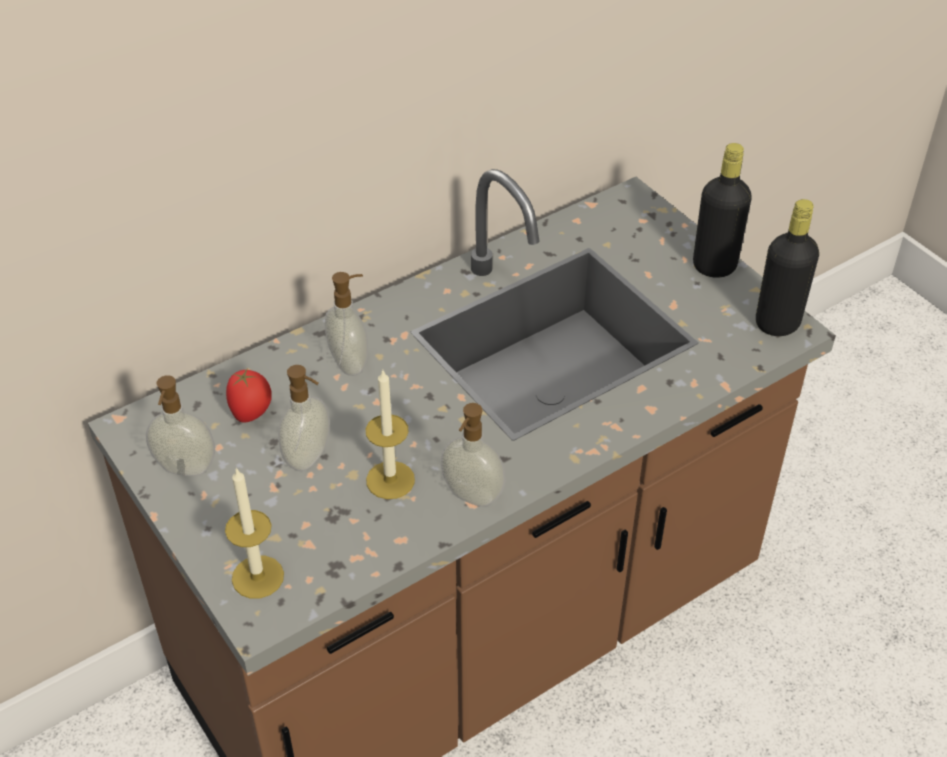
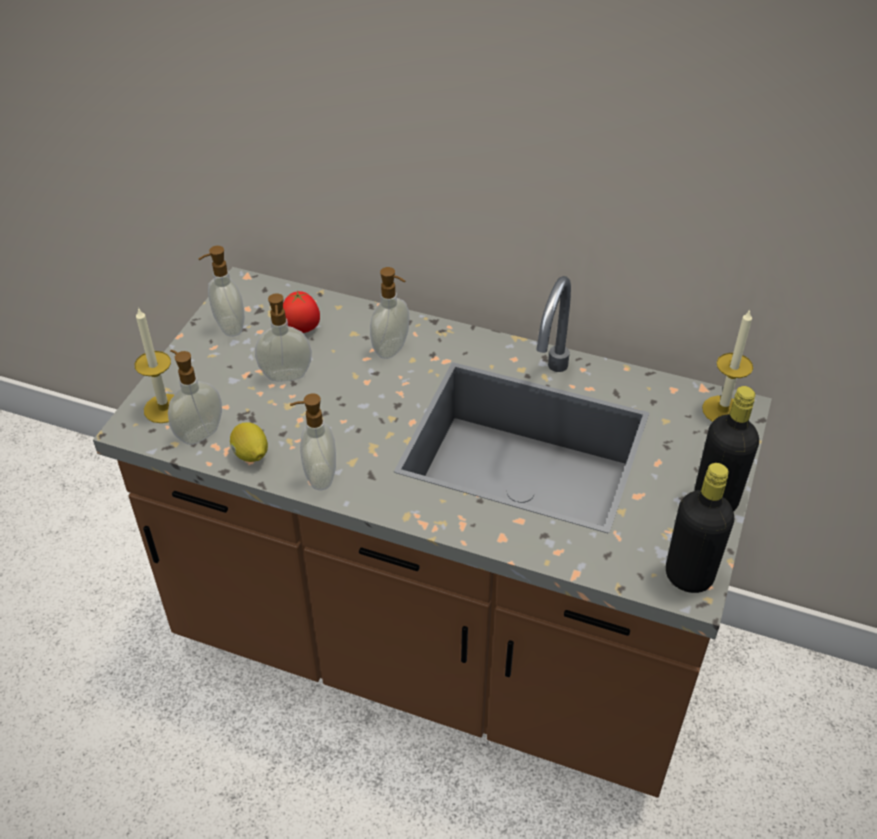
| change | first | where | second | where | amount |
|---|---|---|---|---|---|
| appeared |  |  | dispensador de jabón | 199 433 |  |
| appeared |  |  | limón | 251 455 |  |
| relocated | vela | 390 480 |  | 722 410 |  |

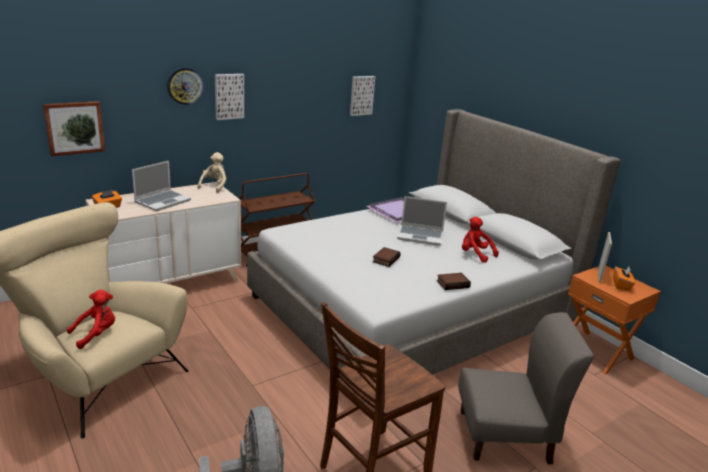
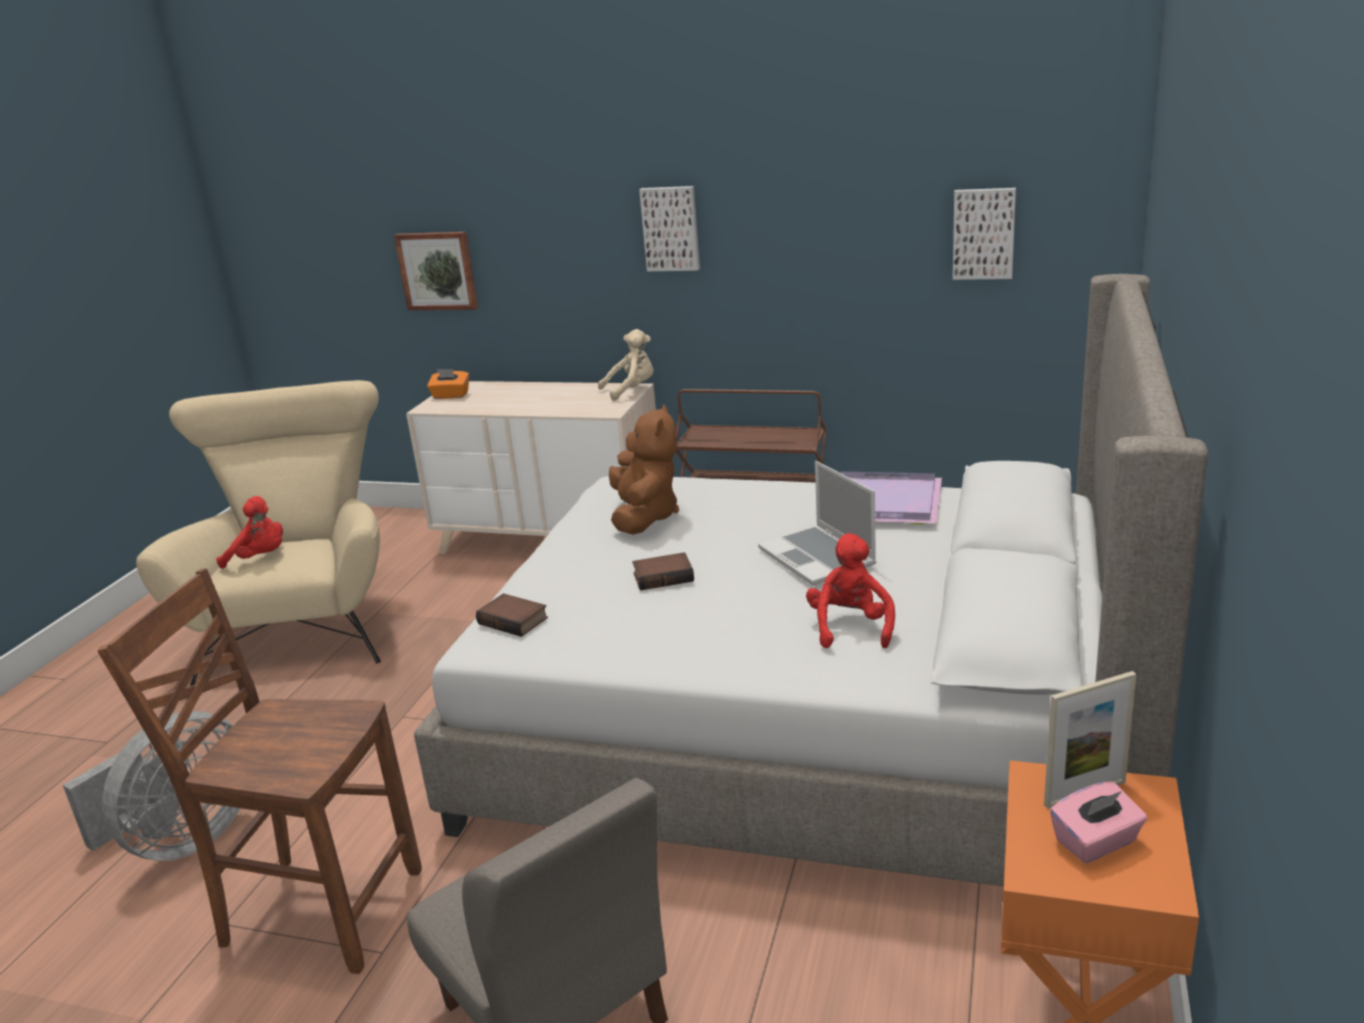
| change | first | where | second | where | amount |
|---|---|---|---|---|---|
| missing | portátil | 163 201 |  |  |  |
| missing | reloj de pared | 185 86 |  |  |  |
| appeared |  |  | peluche/marrón | 644 517 |  |
| relocated | libro | 452 283 |  | 515 620 |  |
| colour | caja de pañuelos/naranja | 621 285 | caja de pañuelos/rosa | 1096 842 |  |

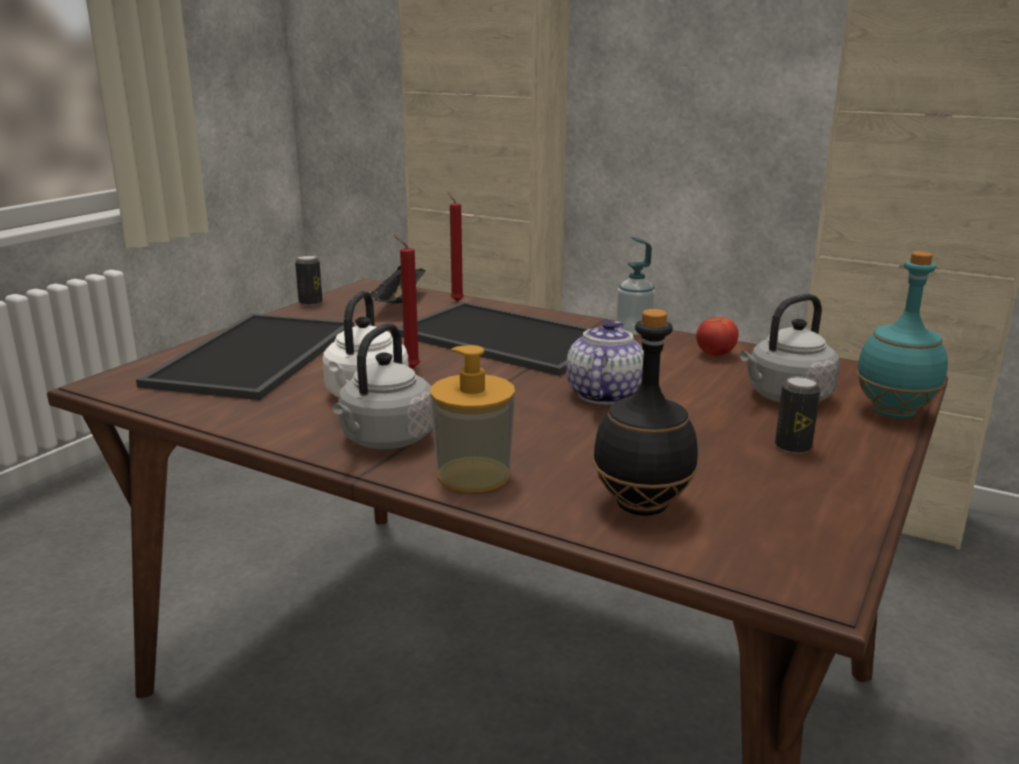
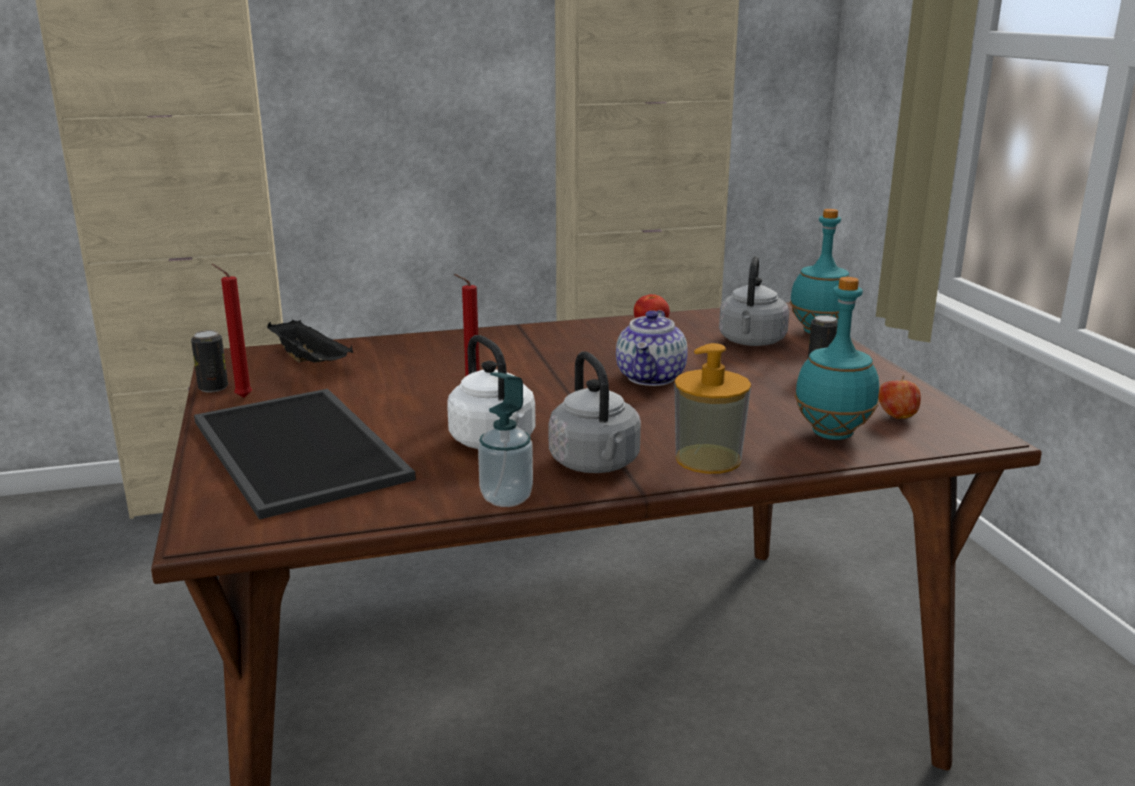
| change | first | where | second | where | amount |
|---|---|---|---|---|---|
| missing | bandeja | 502 338 |  |  |  |
| appeared |  |  | manzana | 897 417 |  |
| relocated | vela/rojo | 455 301 |  | 241 397 |  |
| relocated | dispensador de jabón | 633 330 |  | 506 498 |  |
| colour | botella/negro | 640 506 | botella/turquesa | 832 434 |  |
| spun | tetera | 603 394 |  | 651 378 | 135 degrees counterclockwise |

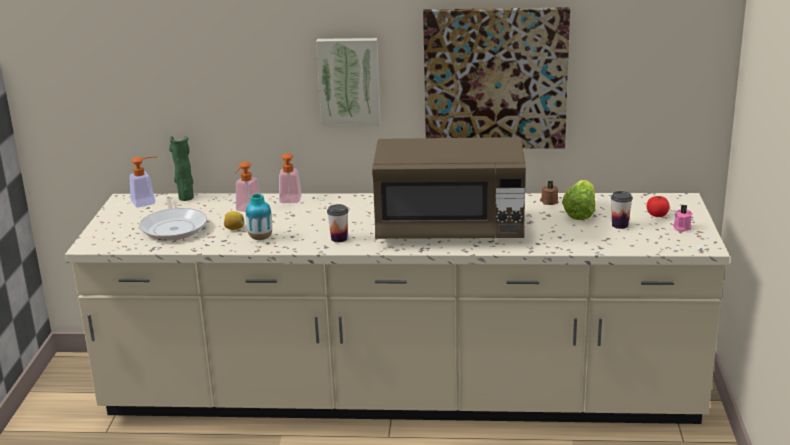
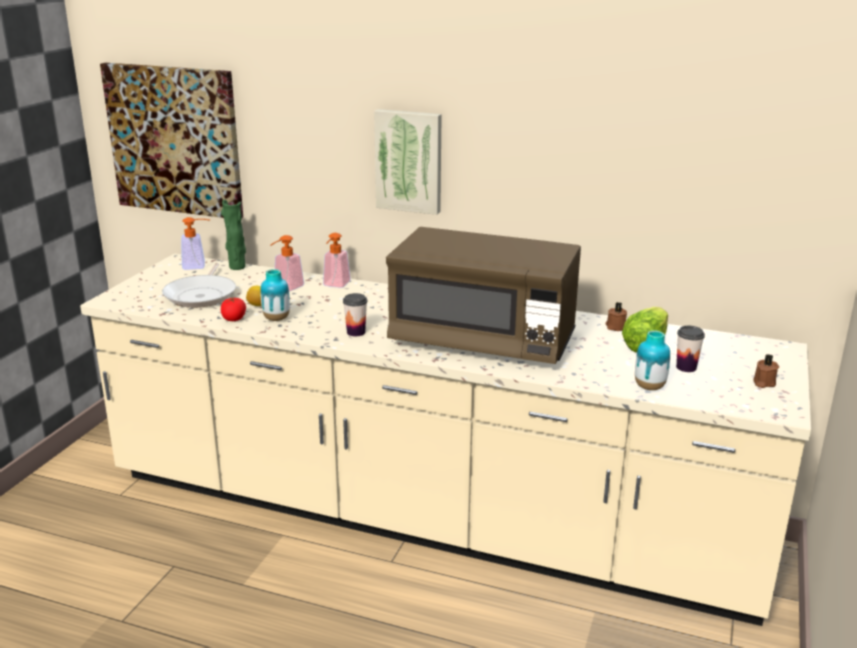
| change | first | where | second | where | amount |
|---|---|---|---|---|---|
| appeared |  |  | florero | 649 387 |  |
| relocated | cuadro | 495 78 |  | 175 140 |  |
| relocated | tomate | 657 215 |  | 234 319 |  |
| colour | vela/rosa | 681 228 | vela/marrón | 763 383 |  |

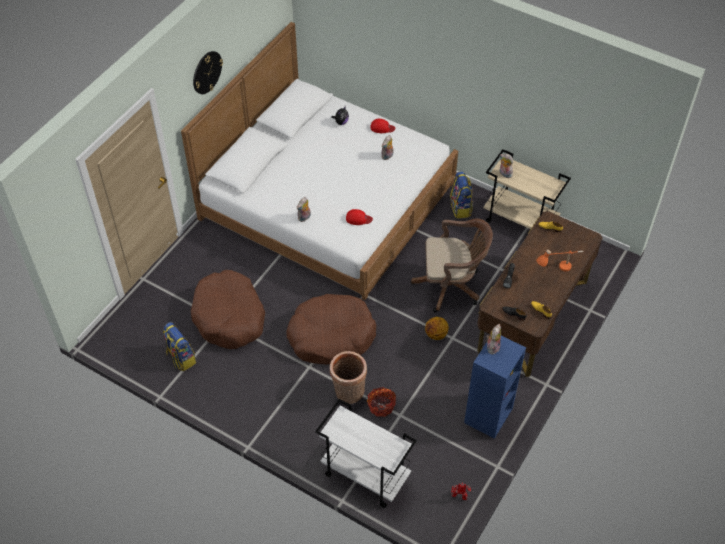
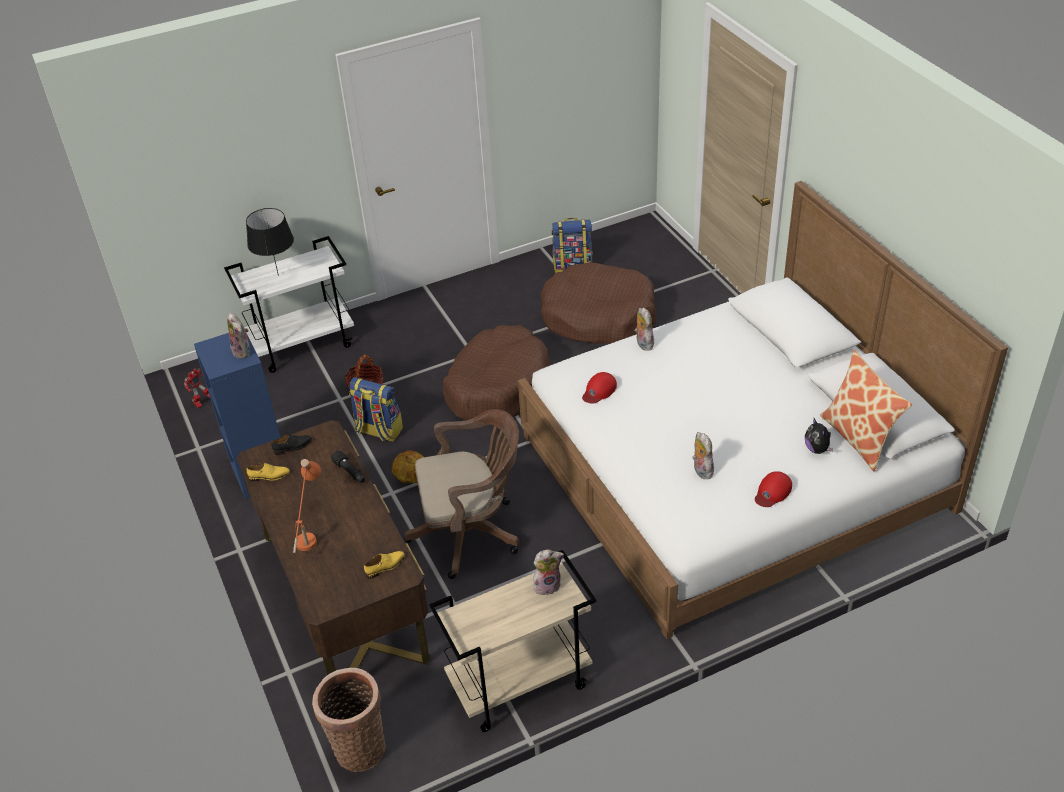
| change | first | where | second | where | amount |
|---|---|---|---|---|---|
| missing | reloj de pared | 207 72 |  |  |  |
| appeared |  |  | lámpara de mesa/negro | 278 275 |  |
| appeared |  |  | cojín | 858 438 |  |
| relocated | cesta | 348 393 |  | 358 746 |  |
| relocated | mochila | 461 208 |  | 378 431 |  |
| spun | silla de oficina/marrón | 451 286 |  | 471 532 | 135 degrees counterclockwise |

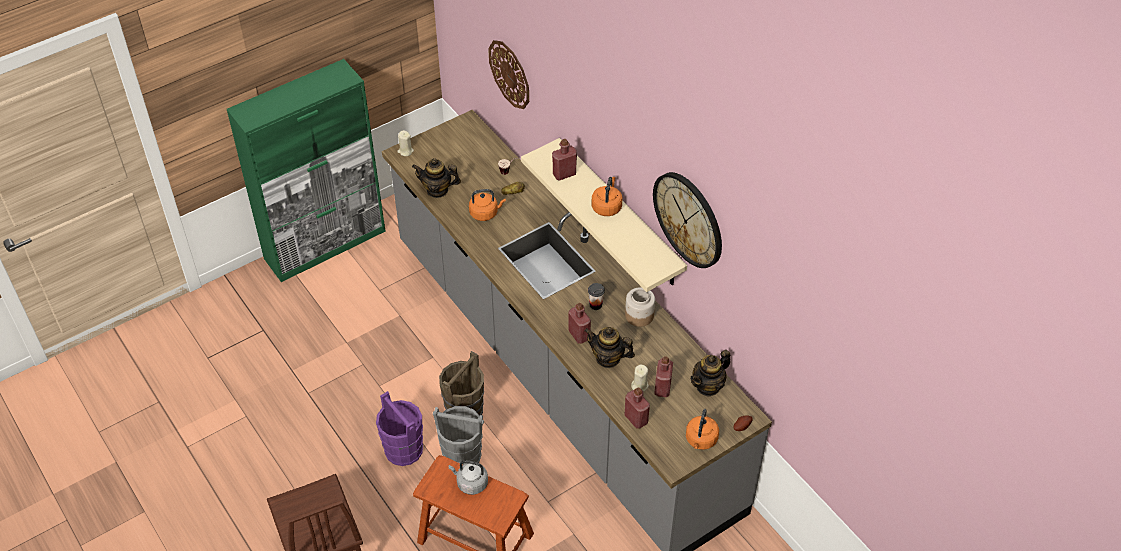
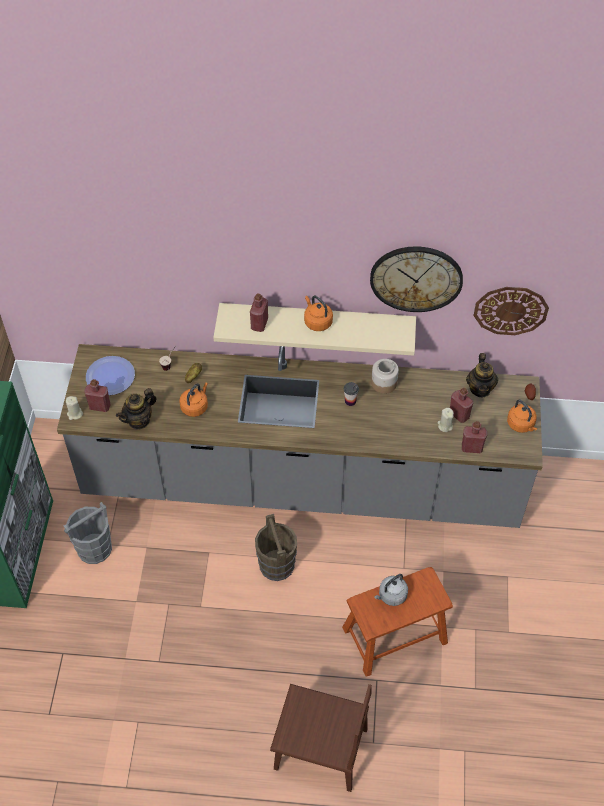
| change | first | where | second | where | amount |
|---|---|---|---|---|---|
| missing | cubo/morado | 403 449 |  |  |  |
| missing | tetera | 608 358 |  |  |  |
| appeared |  |  | plato | 110 376 |  |
| relocated | cubo/gris | 462 455 |  | 95 548 |  |
| relocated | reloj de pared | 510 74 |  | 510 310 |  |
| relocated | botella/rojo | 579 335 |  | 100 406 |  |

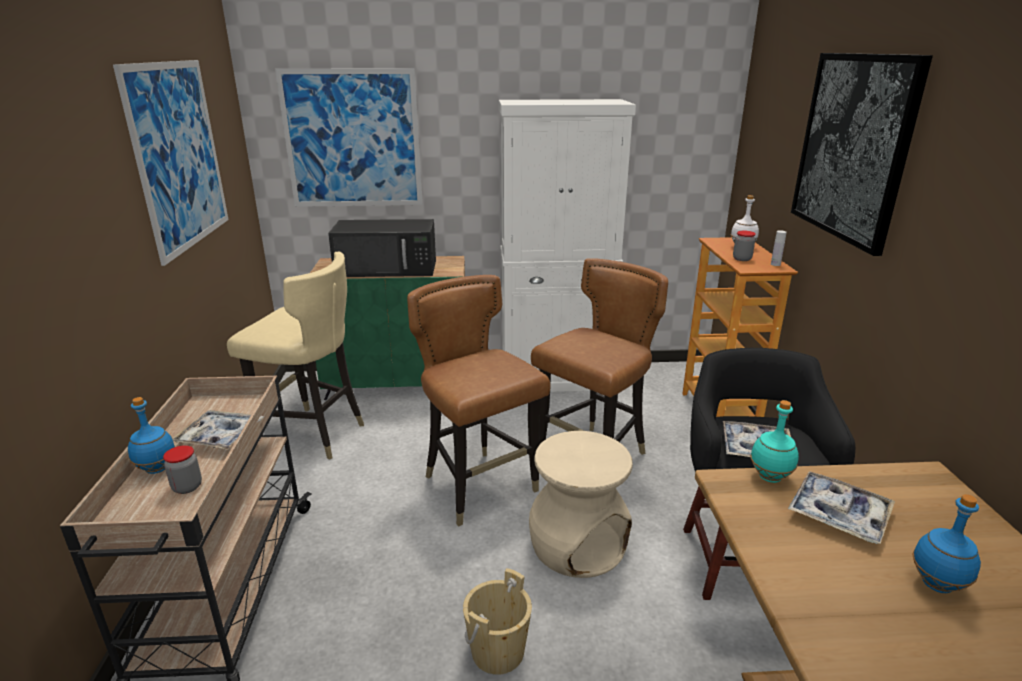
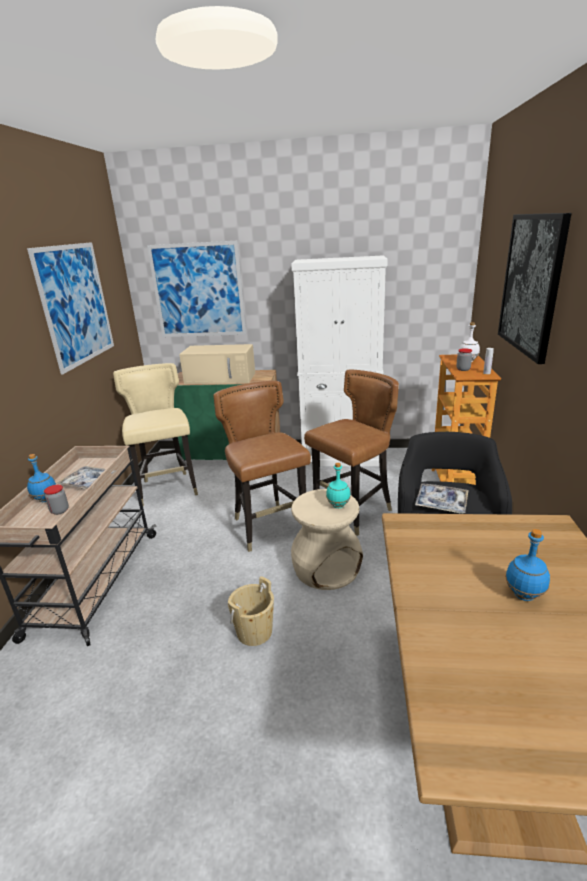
| change | first | where | second | where | amount |
|---|---|---|---|---|---|
| missing | bandeja | 838 514 |  |  |  |
| relocated | botella/turquesa | 770 477 |  | 338 505 |  |
| colour | microondas/negro | 388 268 | microondas/beis | 221 378 |  |
| spun | silla/beis | 312 435 |  | 168 489 | 135 degrees counterclockwise |

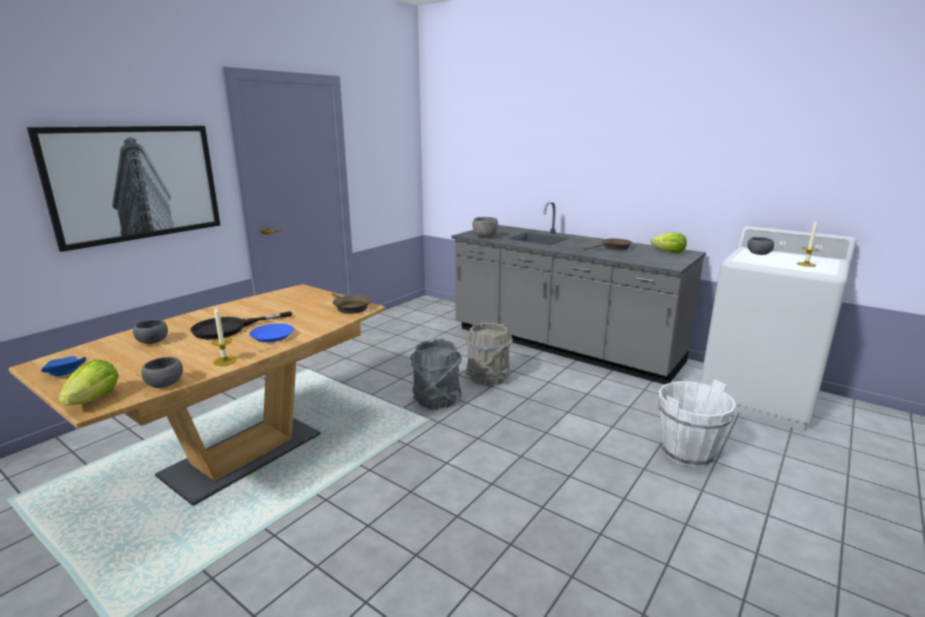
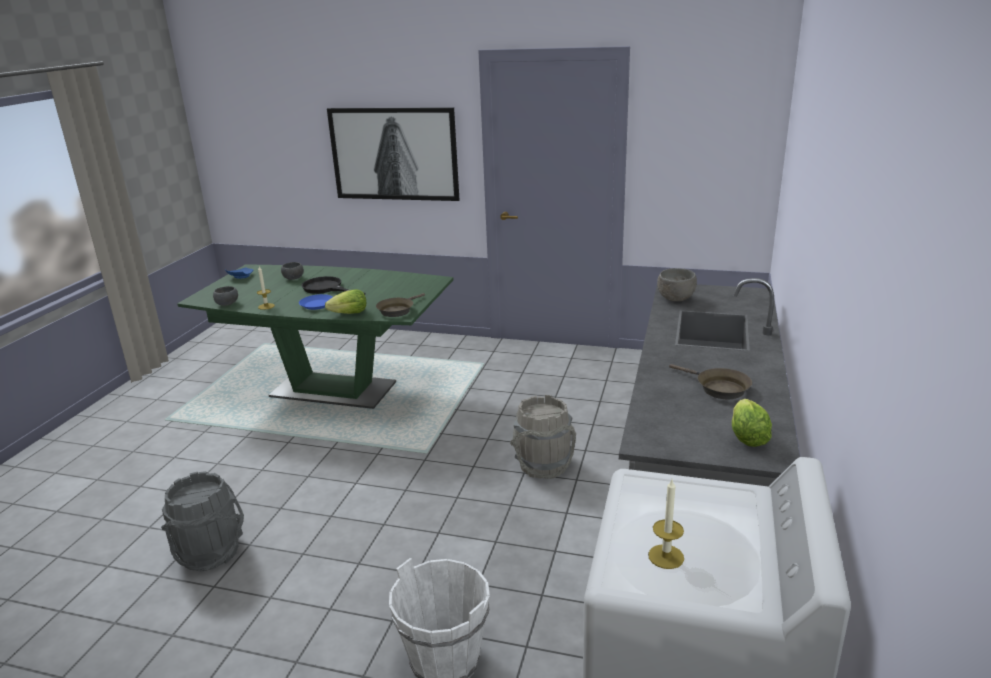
| change | first | where | second | where | amount |
|---|---|---|---|---|---|
| missing | cuenco/gris | 758 254 |  |  |  |
| relocated | lechuga | 94 399 |  | 349 314 |  |
| relocated | cubo/gris | 436 399 |  | 210 552 |  |
| colour | mesa de comedor/marrón | 243 455 | mesa de comedor/verde | 333 390 |  |

